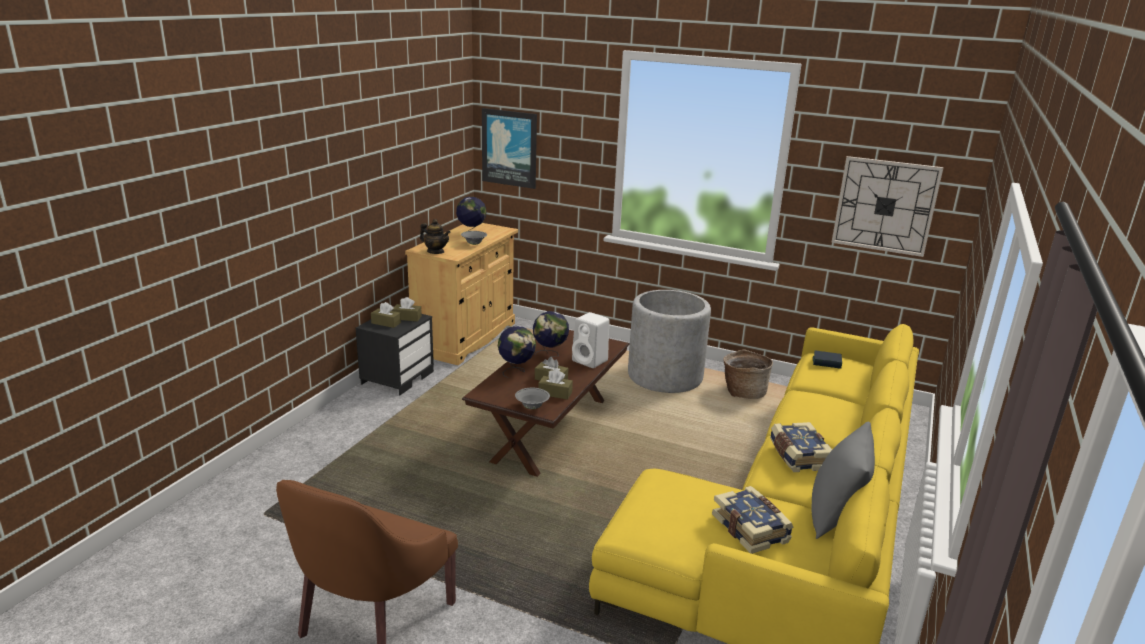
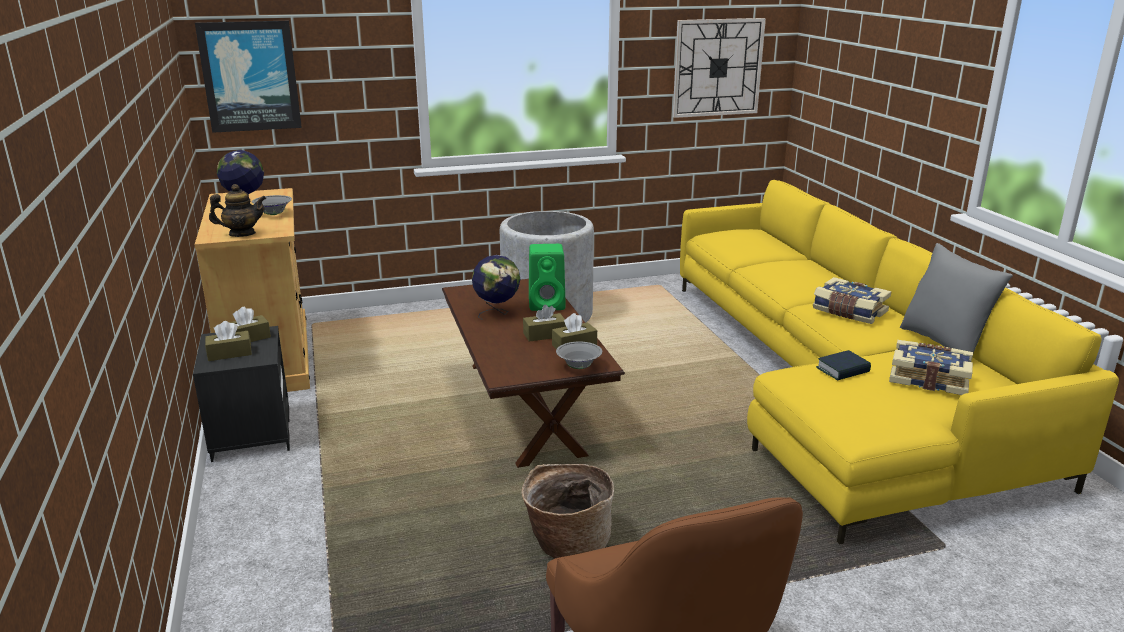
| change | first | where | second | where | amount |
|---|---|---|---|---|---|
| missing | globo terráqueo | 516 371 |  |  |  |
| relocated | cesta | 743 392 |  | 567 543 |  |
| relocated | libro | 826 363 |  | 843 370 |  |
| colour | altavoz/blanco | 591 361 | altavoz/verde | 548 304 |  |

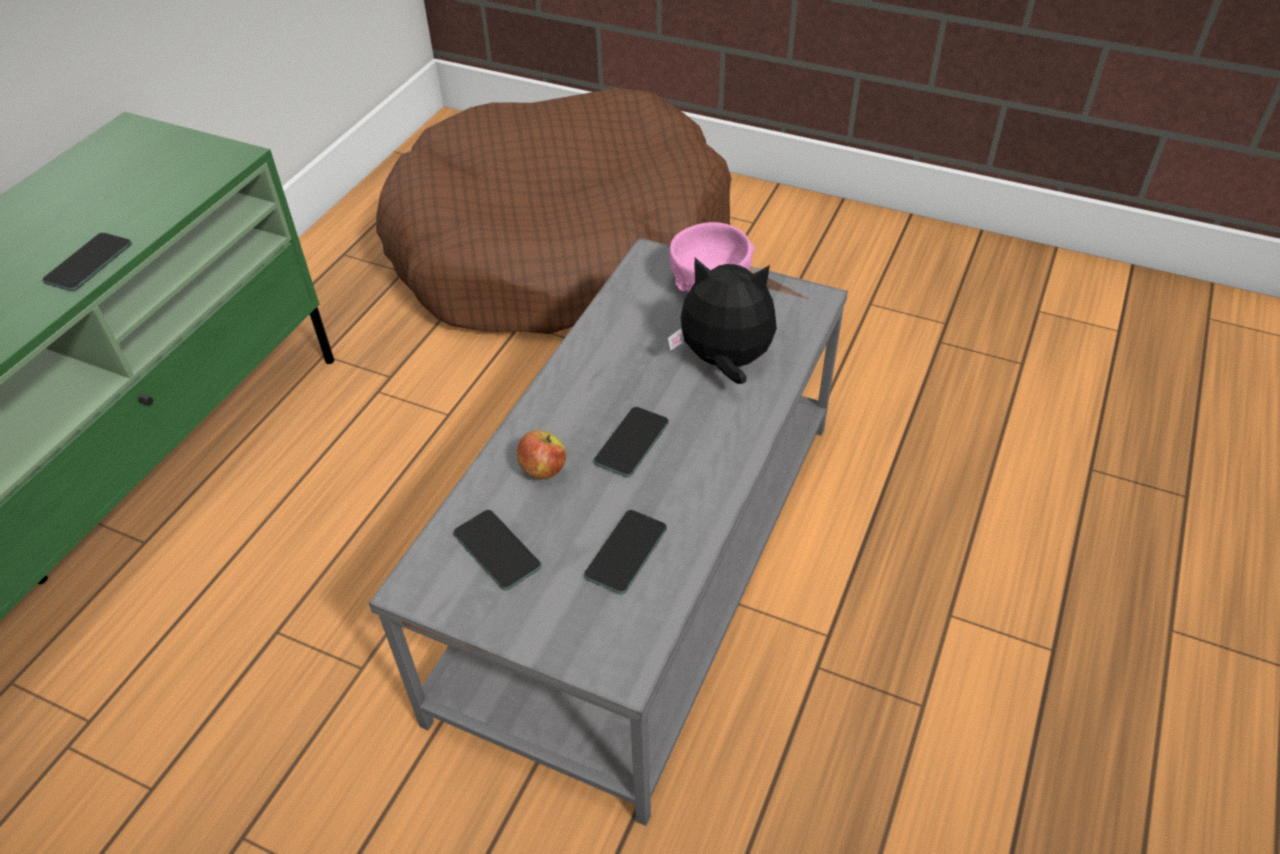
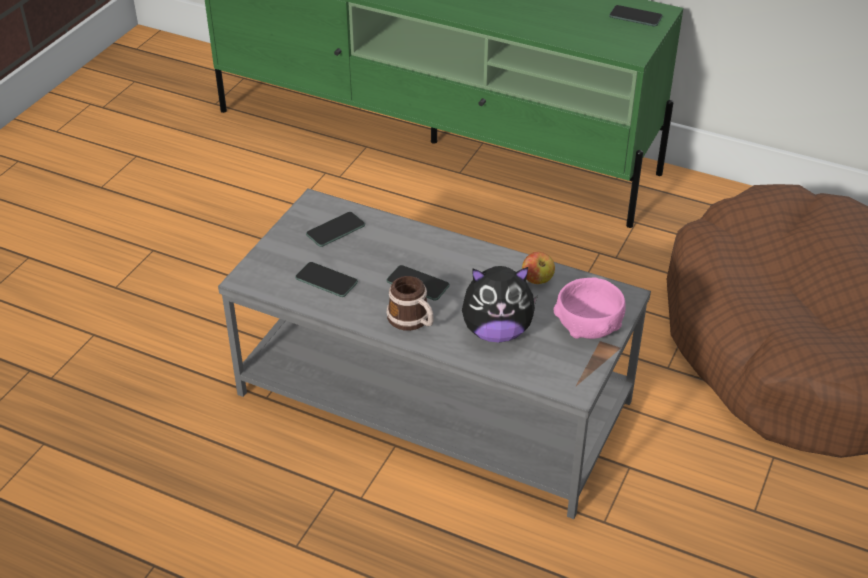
| change | first | where | second | where | amount |
|---|---|---|---|---|---|
| appeared |  |  | taza grande | 412 321 |  |
| relocated | móvil | 88 263 |  | 635 17 |  |
| relocated | manzana | 543 470 |  | 537 280 |  |
| spun | peluche | 725 362 |  | 496 331 | 75 degrees clockwise |

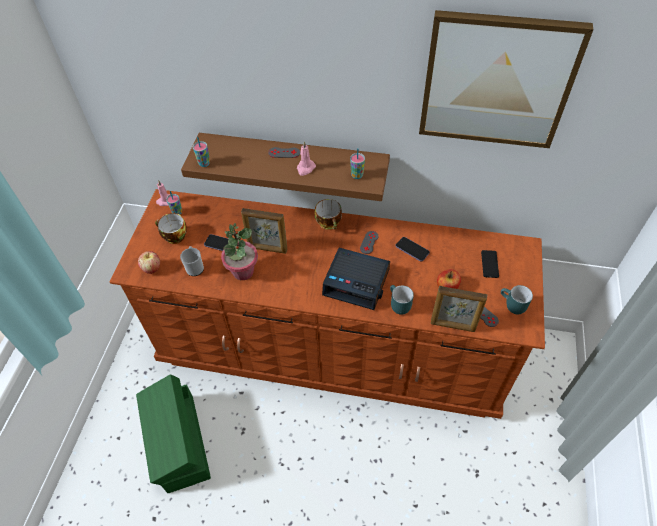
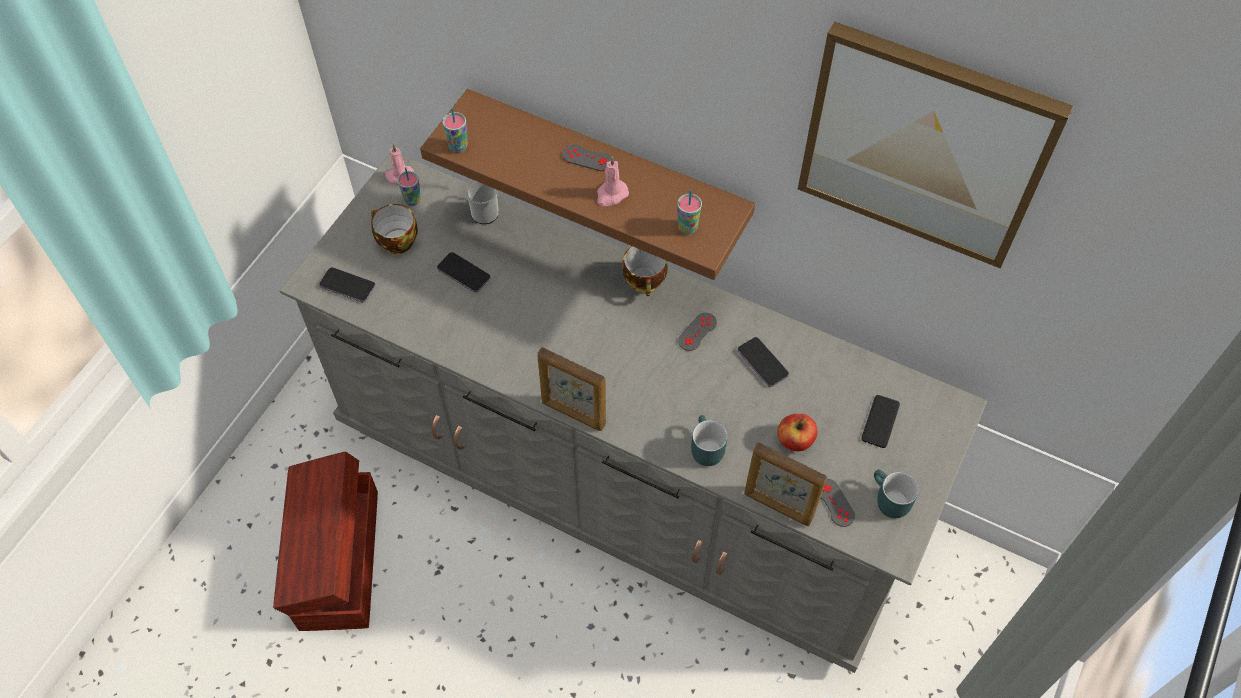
| change | first | where | second | where | amount |
|---|---|---|---|---|---|
| missing | planta en maceta | 243 271 |  |  |  |
| missing | despertador | 357 282 |  |  |  |
| relocated | taza grande | 195 267 |  | 485 211 |  |
| relocated | portarretratos | 267 249 |  | 573 414 |  |
| exchanged | manzana | 152 268 | móvil | 347 286 |  |
| colour | cómoda/marrón | 332 347 | cómoda/gris | 622 475 |  |
| colour | caja de almacenaje/verde | 179 443 | caja de almacenaje/marrón | 337 561 |  |

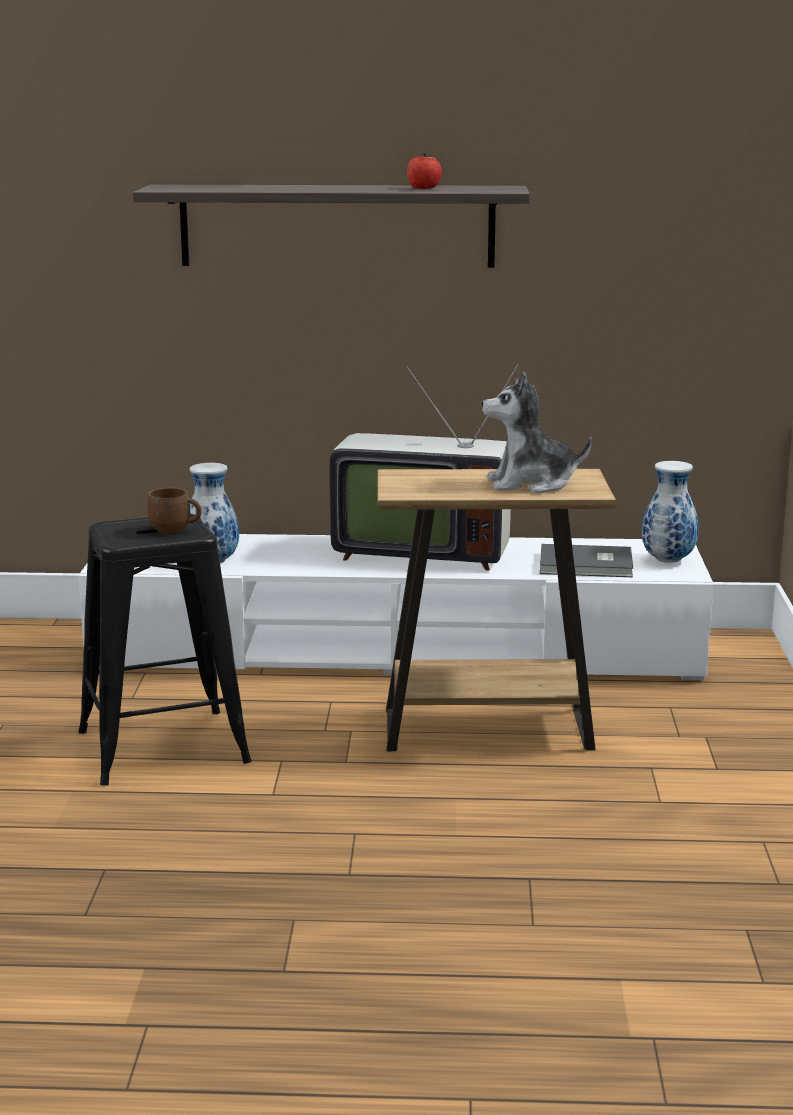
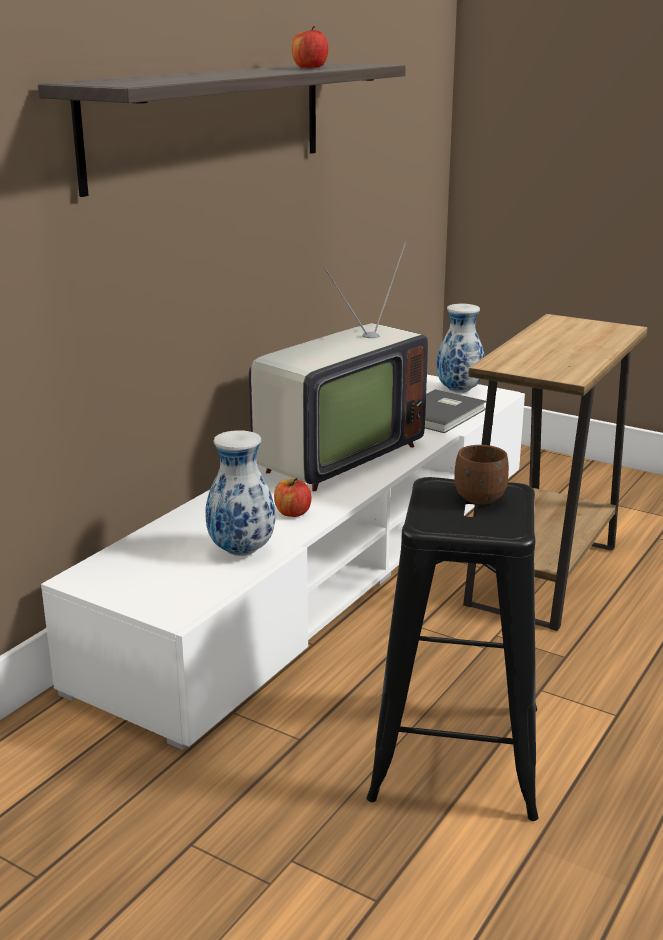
| change | first | where | second | where | amount |
|---|---|---|---|---|---|
| missing | peluche | 531 484 |  |  |  |
| appeared |  |  | manzana | 292 513 |  |

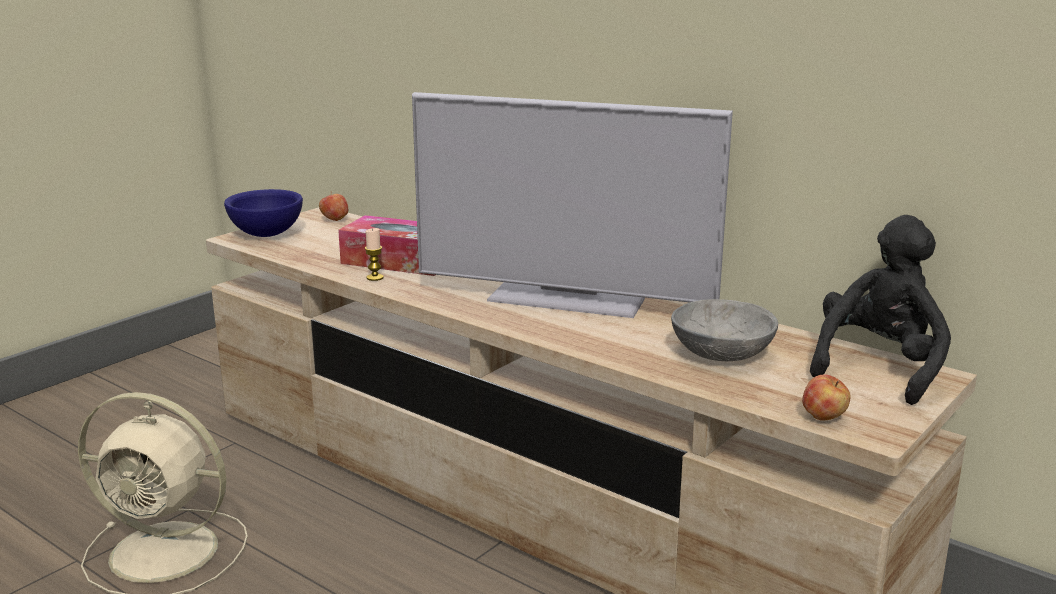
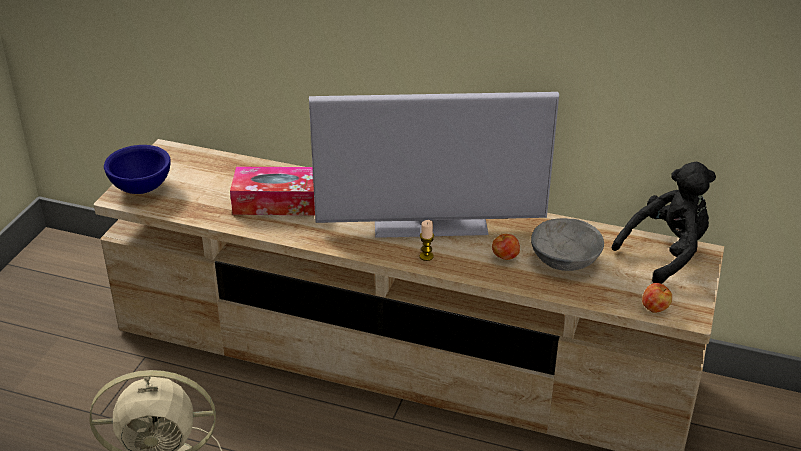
| change | first | where | second | where | amount |
|---|---|---|---|---|---|
| relocated | manzana | 334 220 |  | 505 257 |  |
| relocated | vela | 375 277 |  | 426 256 |  |
| spun | peluche/negro | 878 368 |  | 666 253 | 45 degrees clockwise |

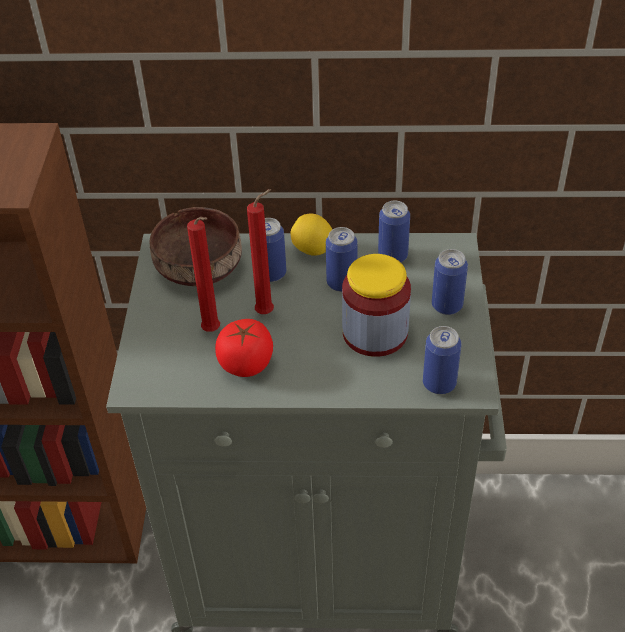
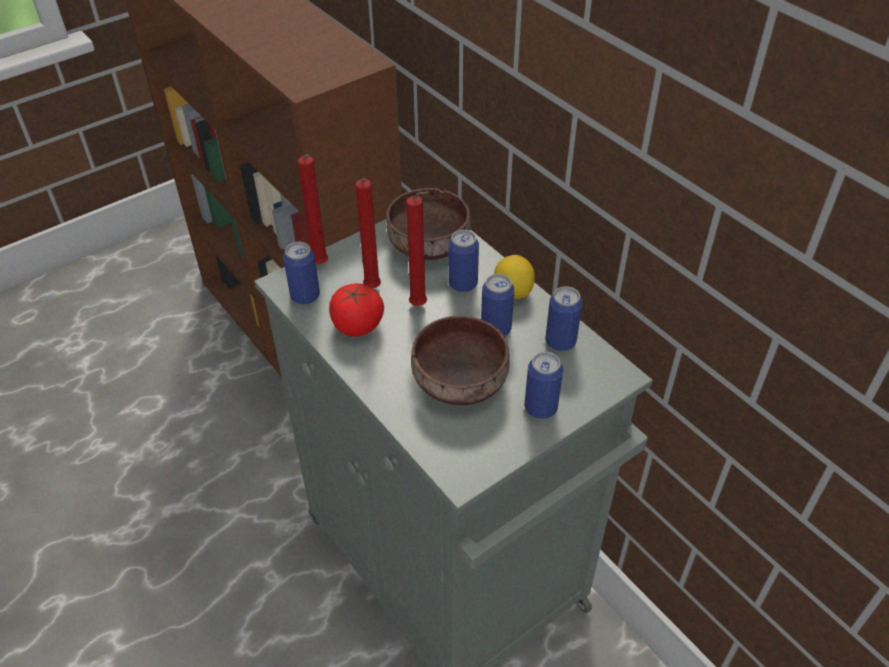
| change | first | where | second | where | amount |
|---|---|---|---|---|---|
| appeared |  |  | vela/rojo | 320 265 |  |
| relocated | lata | 439 383 |  | 305 296 |  |
| exchanged | tarro | 375 333 | cuenco/marrón | 462 380 |  |

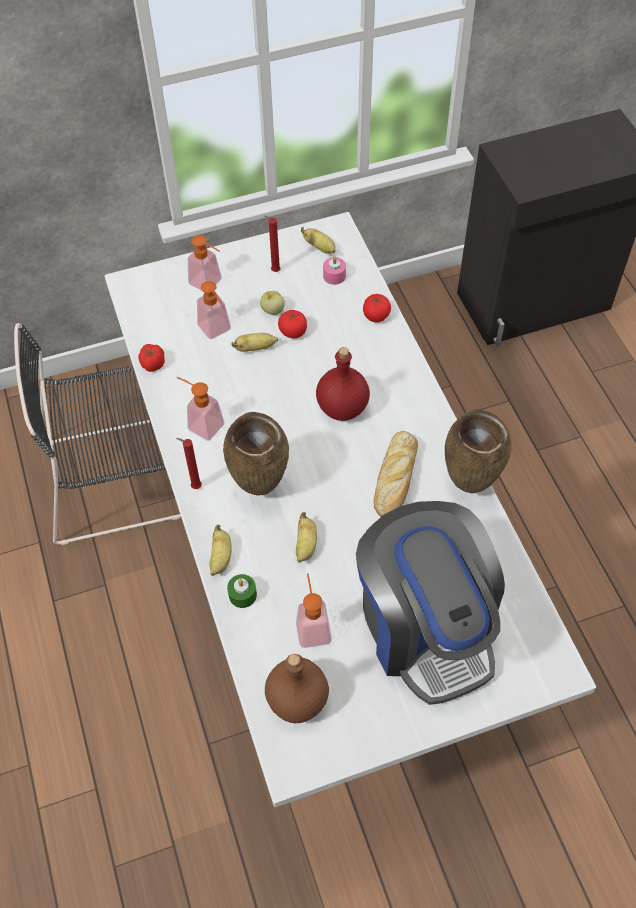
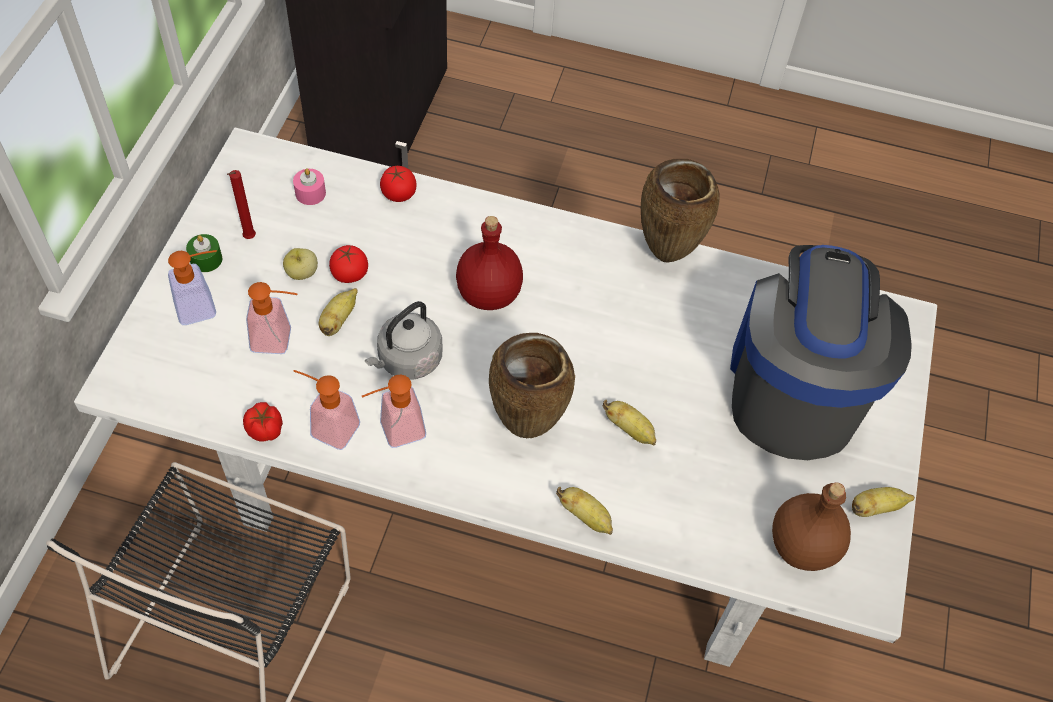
| change | first | where | second | where | amount |
|---|---|---|---|---|---|
| missing | vela/rojo | 194 486 |  |  |  |
| missing | pan | 395 479 |  |  |  |
| appeared |  |  | hervidor/gris | 407 360 |  |
| relocated | vela/verde | 242 595 |  | 206 259 |  |
| relocated | dispensador de jabón | 312 625 |  | 328 426 |  |
| relocated | plátano | 320 248 |  | 875 508 |  |
| spun | cafetera | 426 626 |  | 794 388 | 90 degrees counterclockwise |

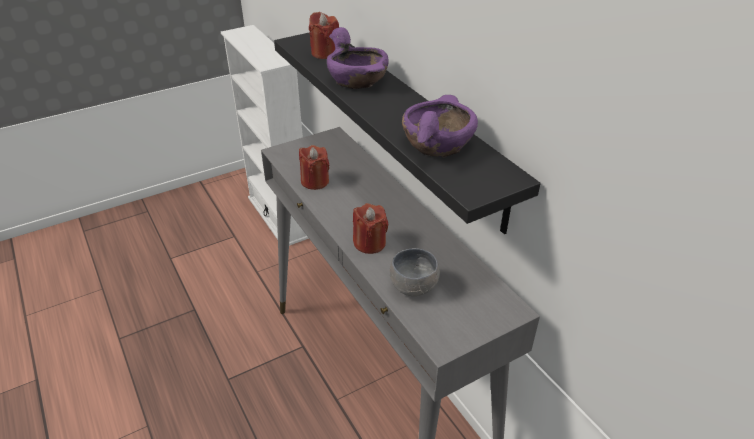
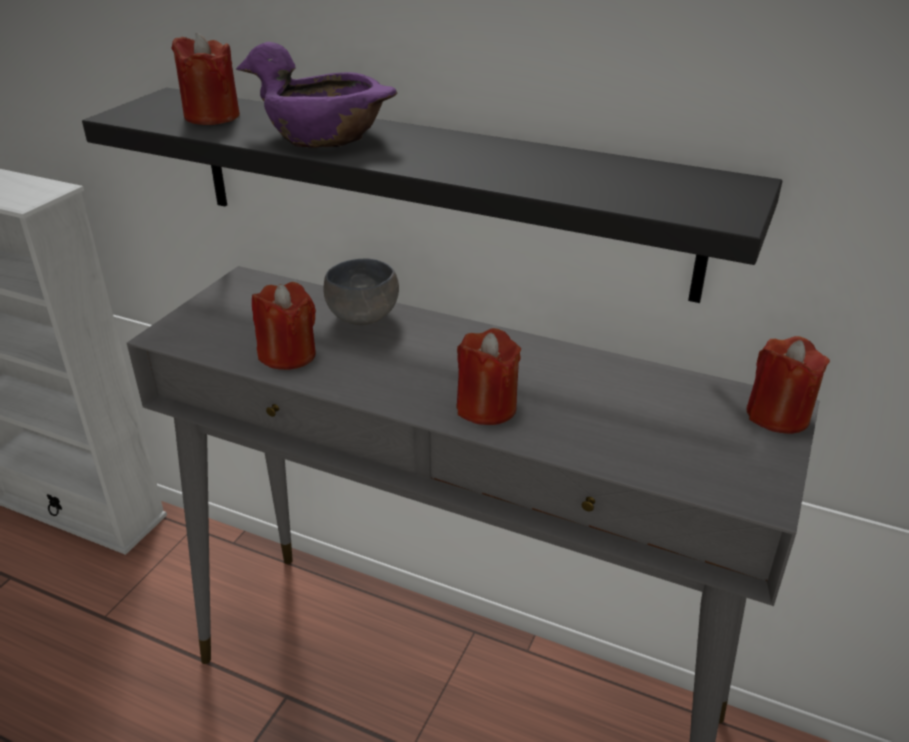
| change | first | where | second | where | amount |
|---|---|---|---|---|---|
| missing | cuenco/morado | 436 143 |  |  |  |
| appeared |  |  | vela/rojo | 777 415 |  |
| relocated | cuenco/gris | 413 286 |  | 361 316 |  |

